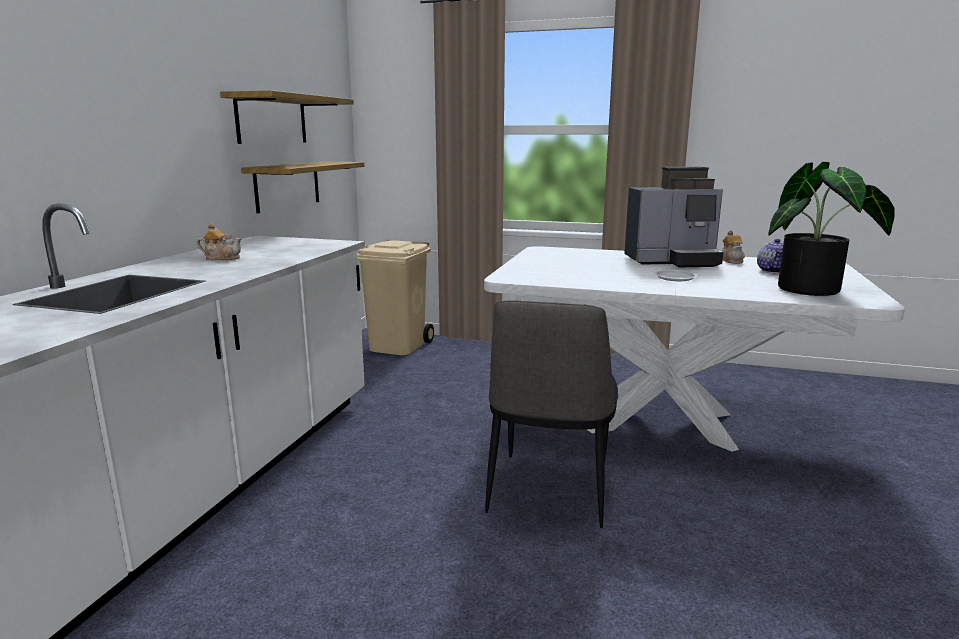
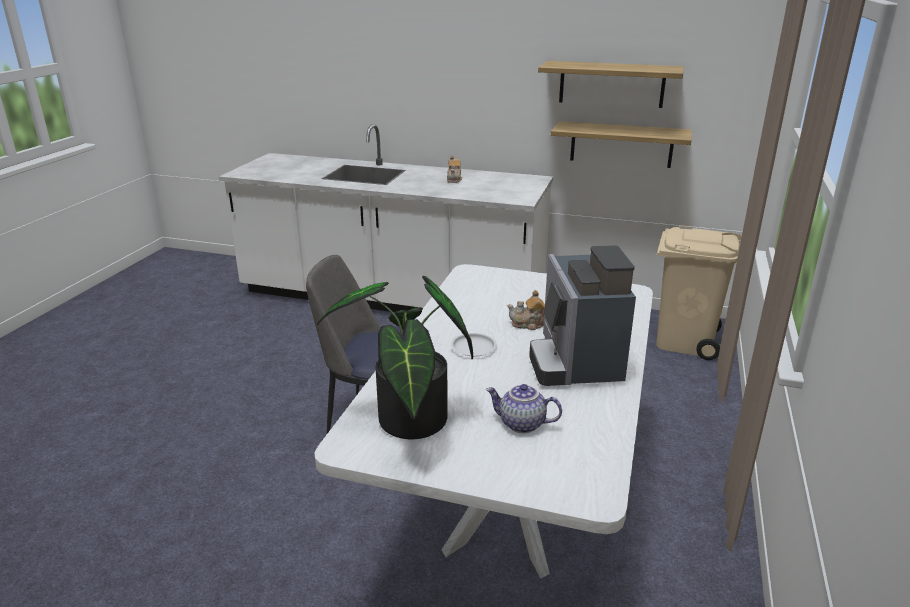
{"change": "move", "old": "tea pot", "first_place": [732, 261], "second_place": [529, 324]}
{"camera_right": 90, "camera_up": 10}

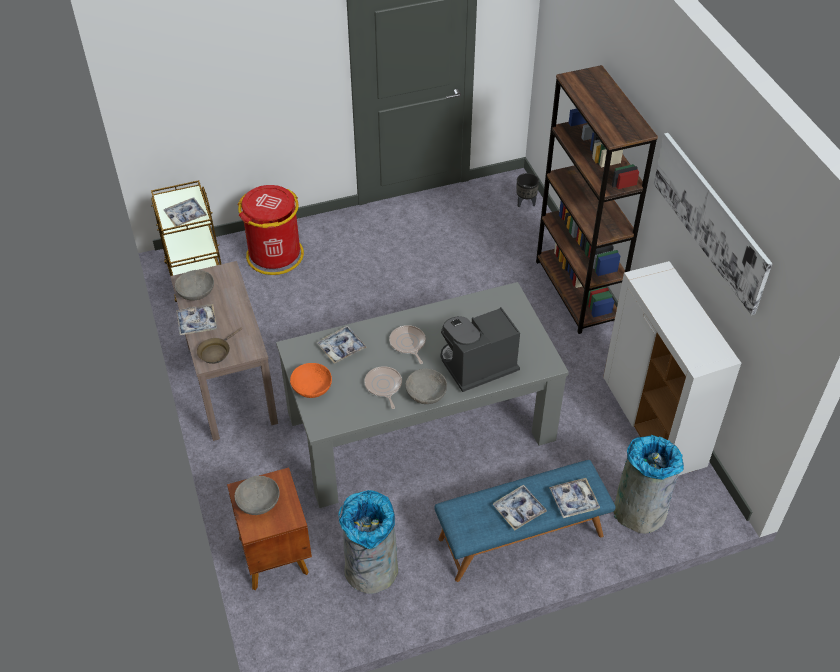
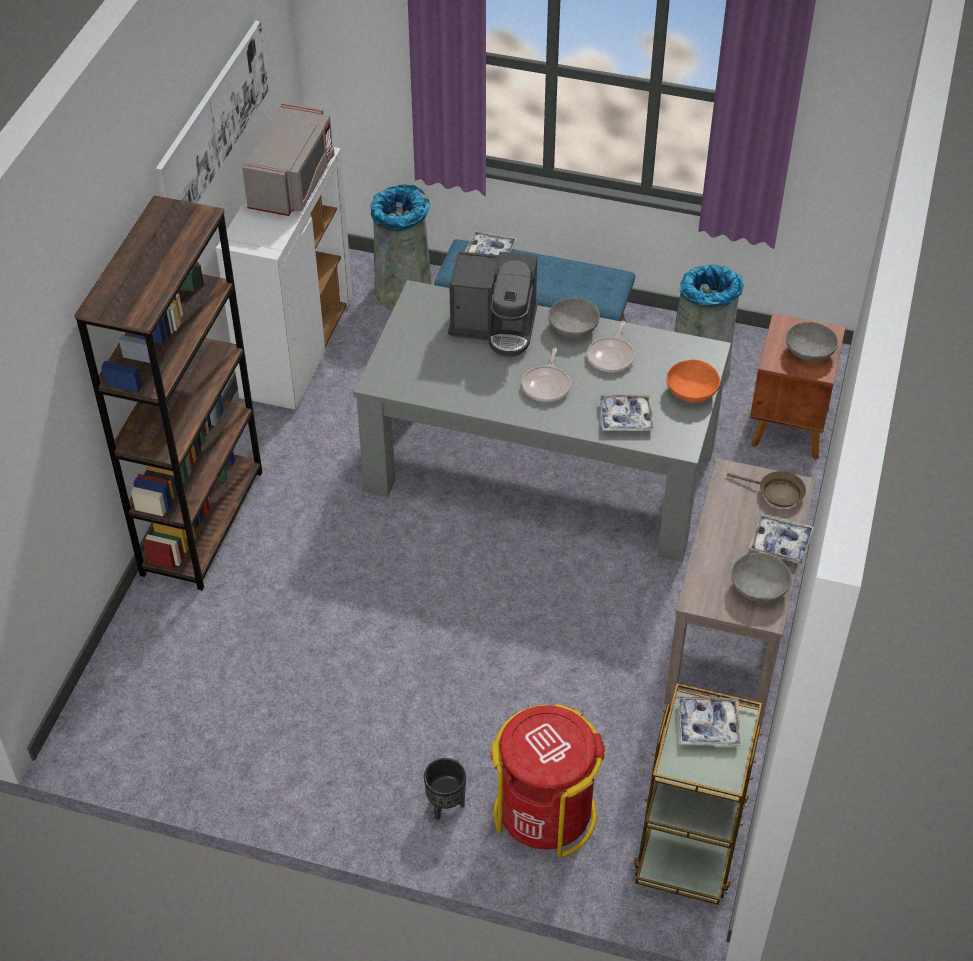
{"change": "rotate", "old": "frying pan/brownish", "first_place": [216, 352], "second_place": [776, 493], "degrees": 45}
{"change": "delete", "old": "tray", "first_place": [519, 510]}
{"change": "move", "old": "flower pot/black", "first_place": [525, 202], "second_place": [445, 806]}
{"change": "insert", "new": "microwave oven/grey", "second_place": [292, 183]}
{"camera_right": -145, "camera_up": 0}

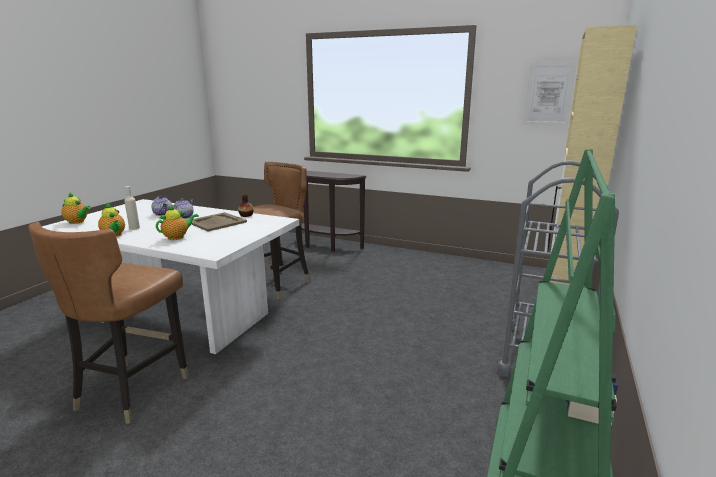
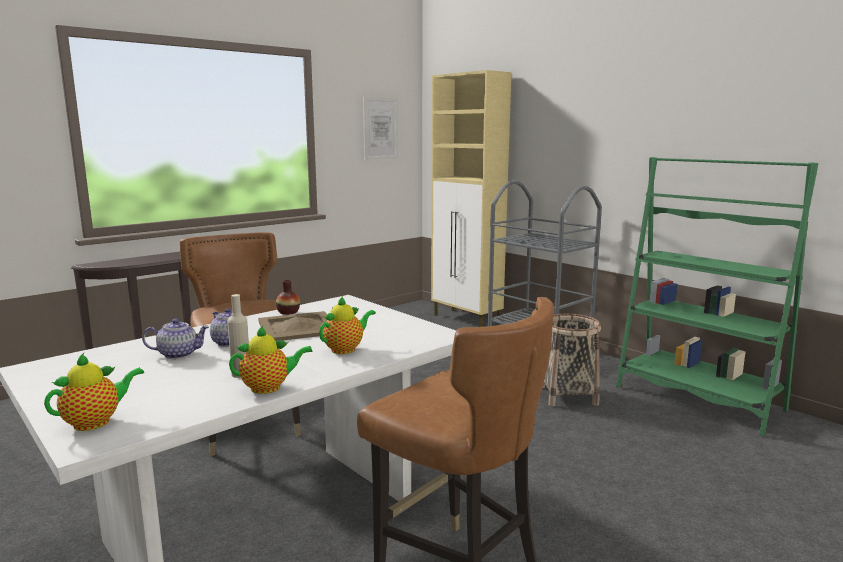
{"change": "rotate", "old": "tea pot", "first_place": [177, 237], "second_place": [346, 349], "degrees": 60}
{"change": "insert", "new": "household basket", "second_place": [567, 395]}
{"camera_right": -65, "camera_up": -5}

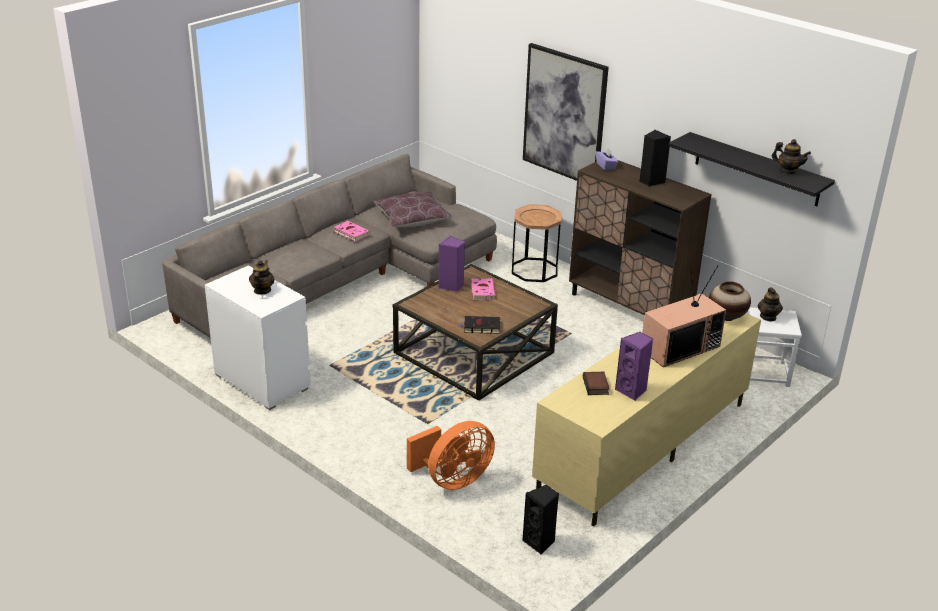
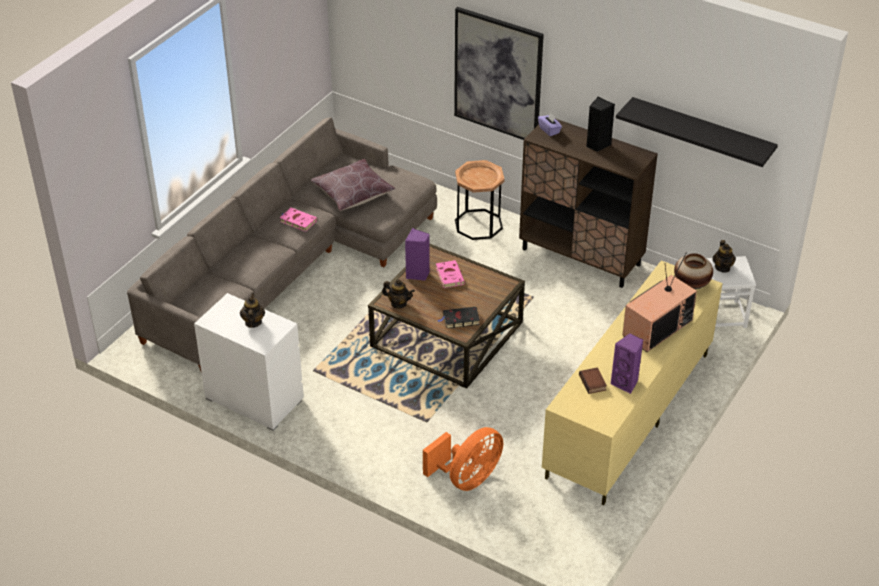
{"change": "delete", "old": "speaker/black", "first_place": [540, 542]}
{"change": "move", "old": "tea pot", "first_place": [788, 171], "second_place": [398, 303]}
{"camera_right": -10, "camera_up": 10}

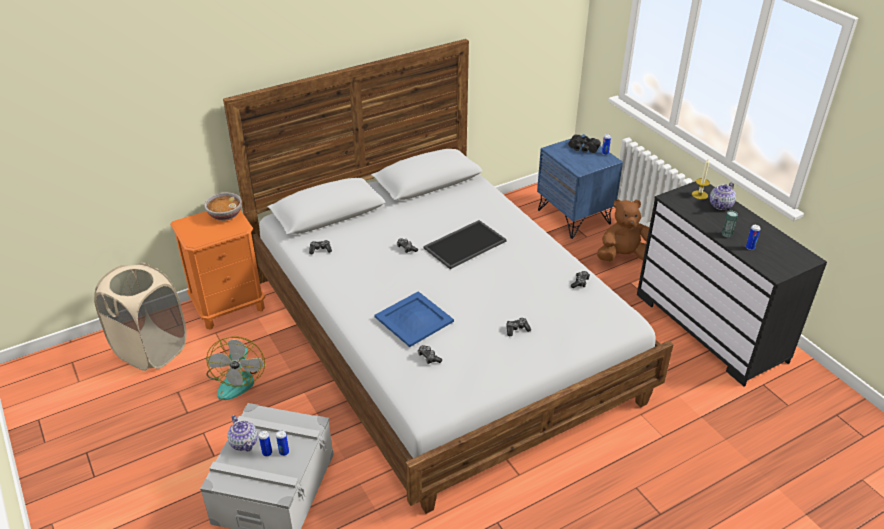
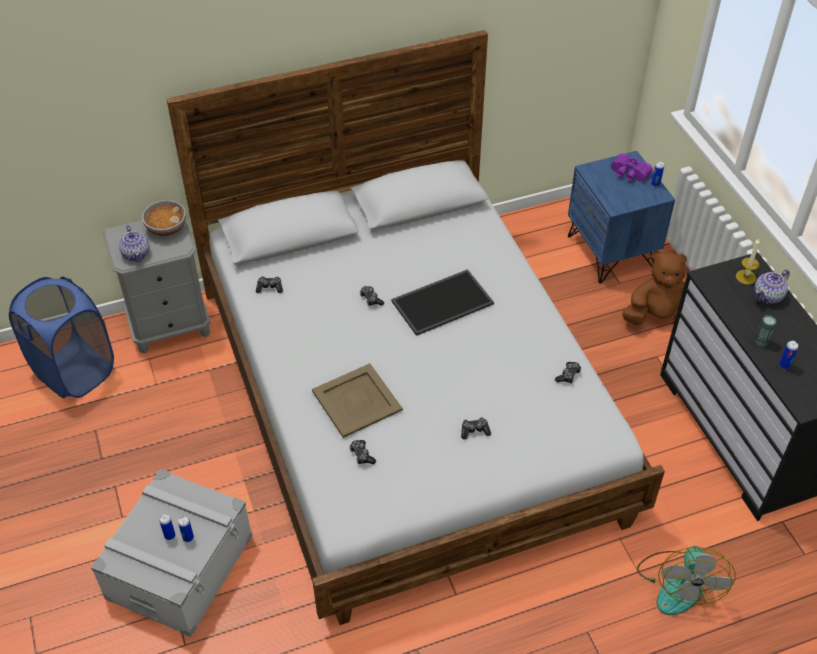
{"change": "recolor", "old": "hamper/beige-coloured", "new": "hamper/blue", "first_place": [151, 350], "second_place": [75, 371]}
{"change": "recolor", "old": "bedside table/orange-coloured", "new": "bedside table/grey", "first_place": [229, 306], "second_place": [170, 325]}
{"change": "move", "old": "fan", "first_place": [237, 379], "second_place": [678, 584]}
{"change": "move", "old": "tea pot", "first_place": [244, 442], "second_place": [136, 254]}
{"change": "recolor", "old": "tray/blue", "new": "tray/beige-coloured", "first_place": [414, 318], "second_place": [357, 400]}
{"change": "recolor", "old": "pair of binoculars/black", "new": "pair of binoculars/purple", "first_place": [583, 149], "second_place": [628, 174]}
{"camera_right": 10, "camera_up": 10}

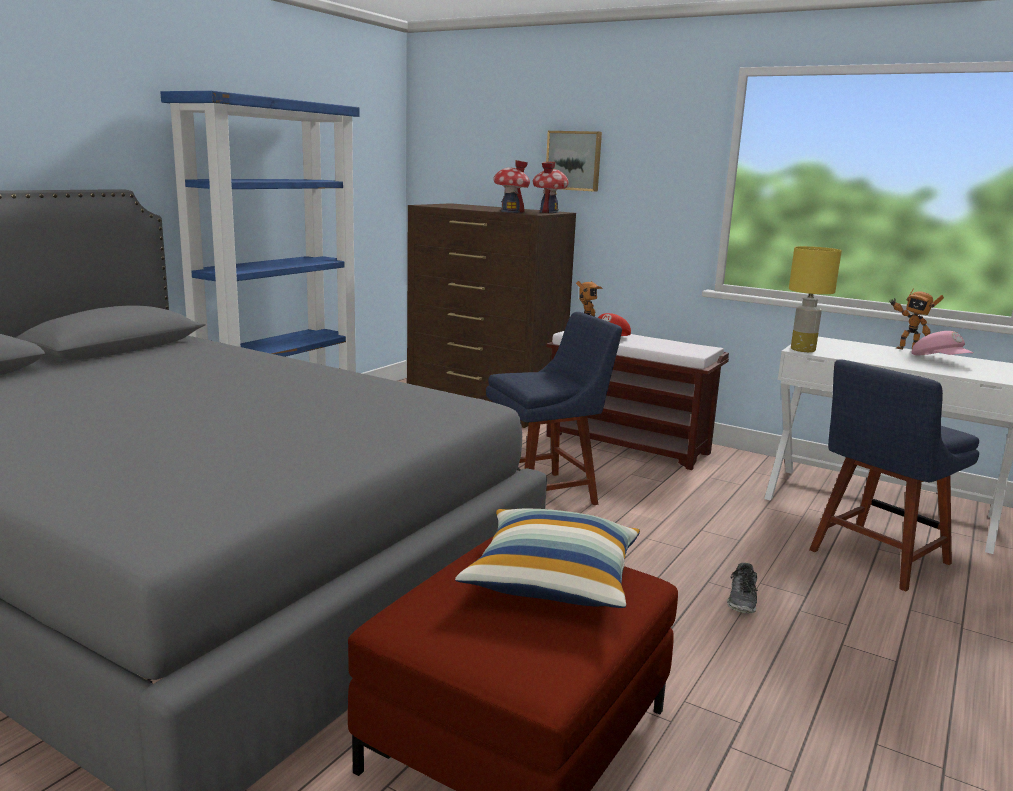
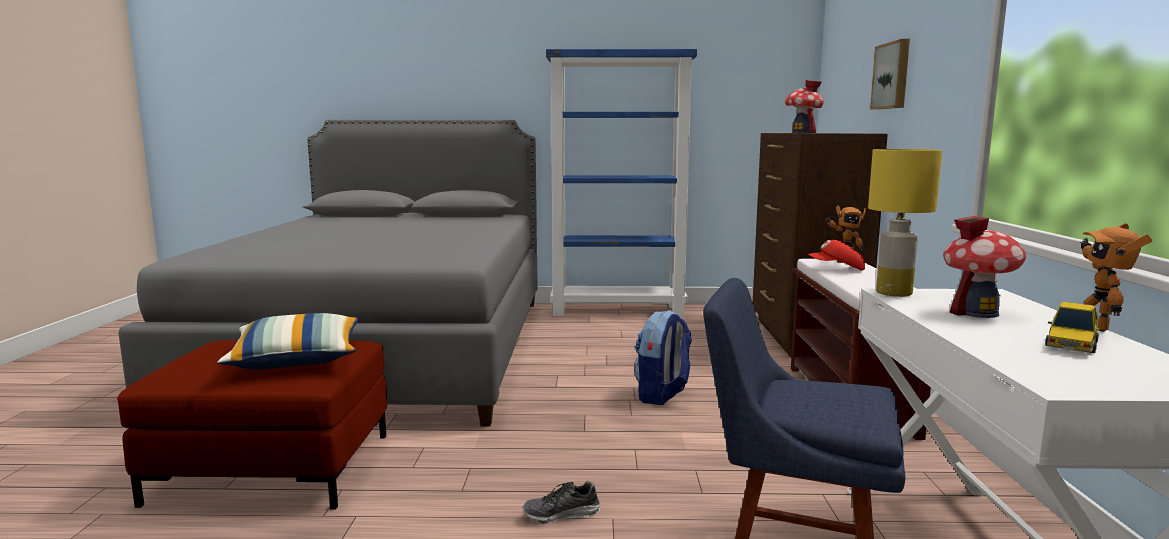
{"change": "replace", "old": "chair/blue", "new": "backpack", "first_place": [546, 493], "second_place": [662, 395]}
{"change": "move", "old": "miniature house", "first_place": [548, 212], "second_place": [976, 312]}
{"change": "replace", "old": "cap/pink-coloured", "new": "toy car", "first_place": [940, 360], "second_place": [1071, 344]}
{"camera_right": 60, "camera_up": -5}

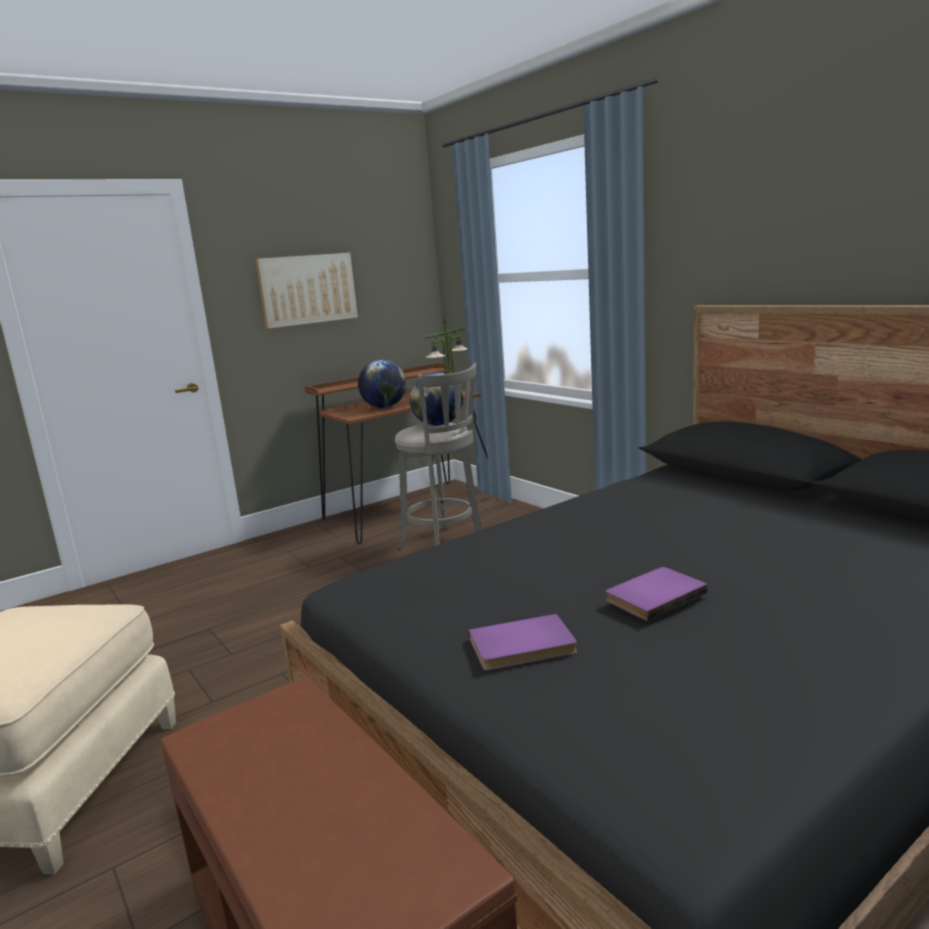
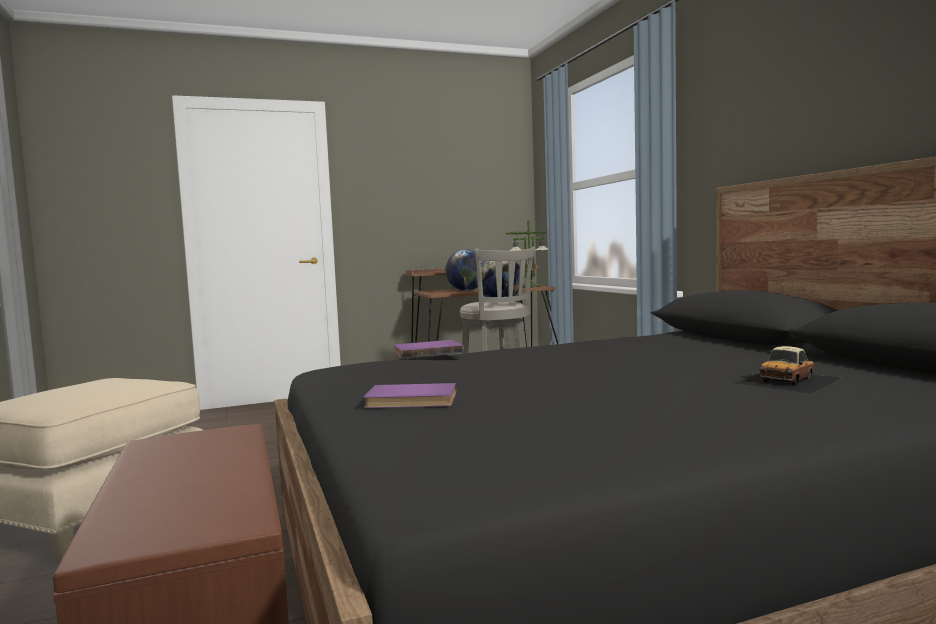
{"change": "delete", "old": "picture", "first_place": [307, 289]}
{"change": "move", "old": "book/purple", "first_place": [653, 595], "second_place": [427, 352]}
{"change": "insert", "new": "toy car", "second_place": [788, 380]}
{"camera_right": 15, "camera_up": -10}

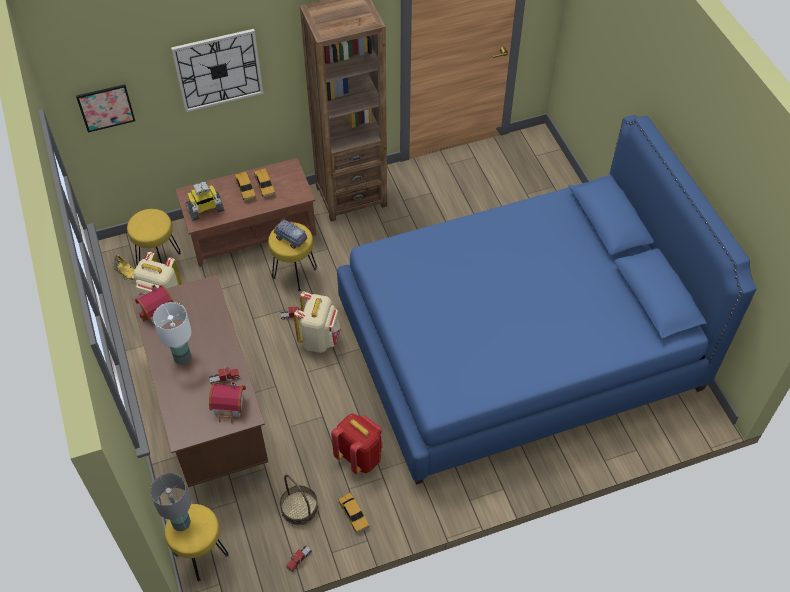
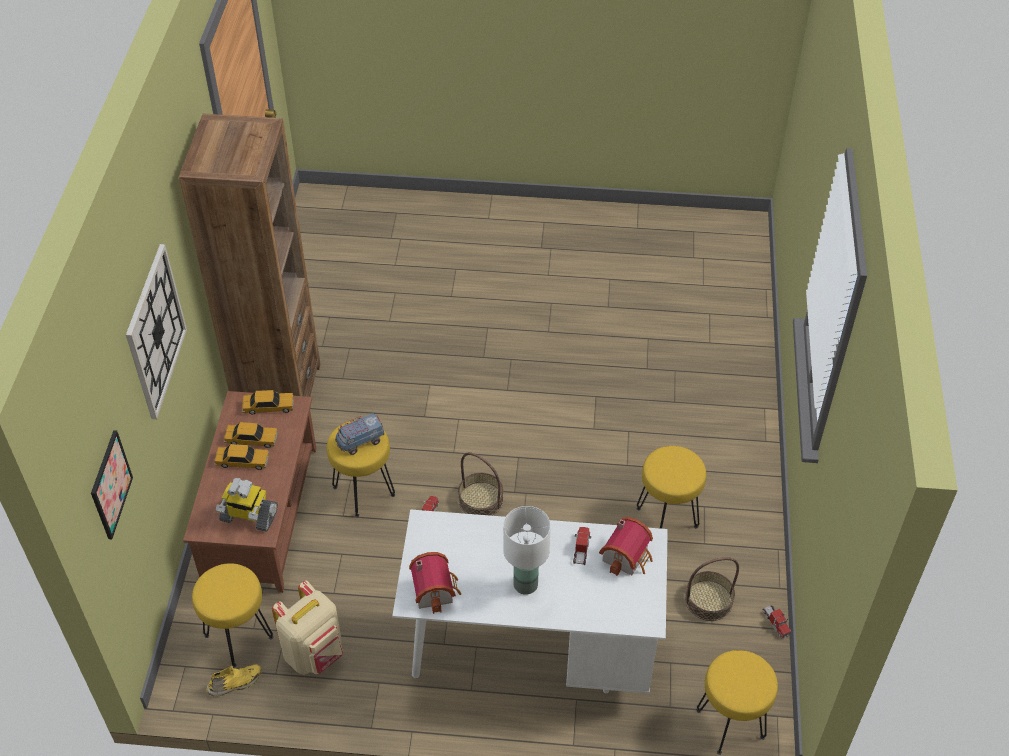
{"change": "recolor", "old": "desk unit/brownish", "new": "desk unit/white", "first_place": [210, 414], "second_place": [530, 651]}
{"change": "delete", "old": "table lamp/grey", "first_place": [182, 523]}
{"change": "rotate", "old": "robot figure", "first_place": [205, 210], "second_place": [248, 516], "degrees": 105}
{"change": "replace", "old": "backpack/beige-coloured", "new": "household basket", "first_place": [319, 339], "second_place": [480, 500]}
{"change": "replace", "old": "backpack/red", "new": "stool/yellow-coloured", "first_place": [360, 456], "second_place": [667, 518]}
{"change": "delete", "old": "bedroom bed/blue", "first_place": [518, 346]}
{"change": "move", "old": "toy car", "first_place": [353, 515], "second_place": [268, 406]}
{"camera_right": -65, "camera_up": -5}

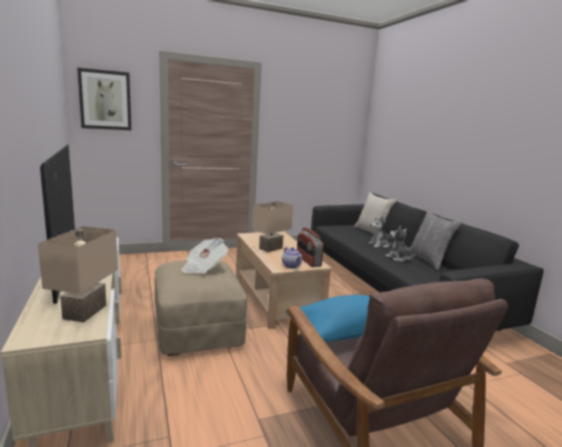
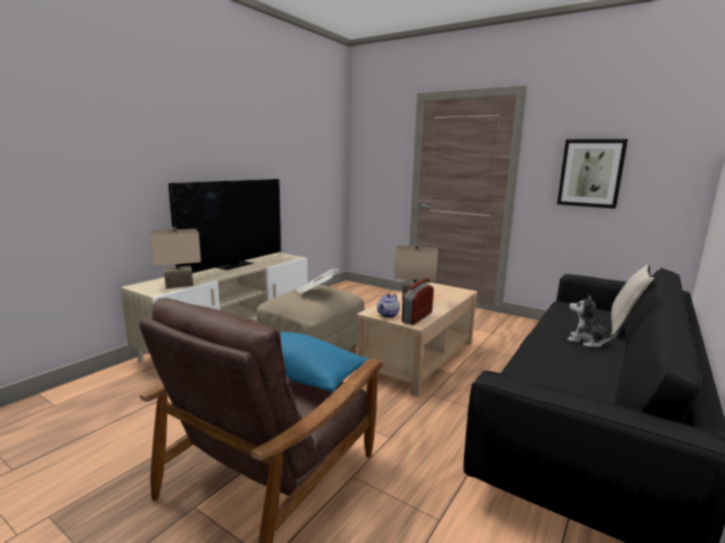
{"change": "move", "old": "picture", "first_place": [105, 100], "second_place": [590, 173]}
{"change": "delete", "old": "soft toy", "first_place": [399, 258]}
{"change": "delete", "old": "throw pillow/grey", "first_place": [428, 260]}
{"camera_right": 55, "camera_up": 0}

